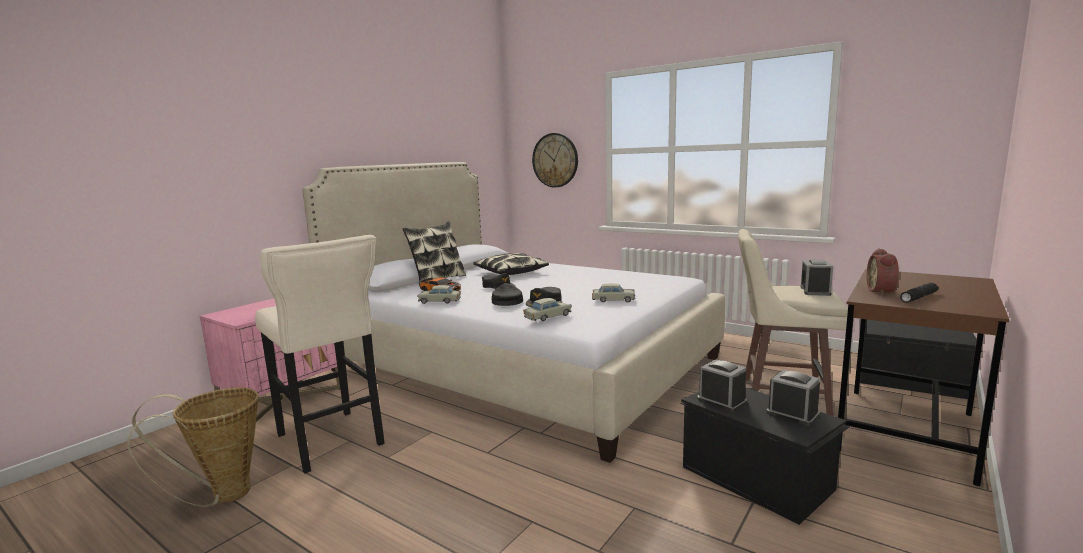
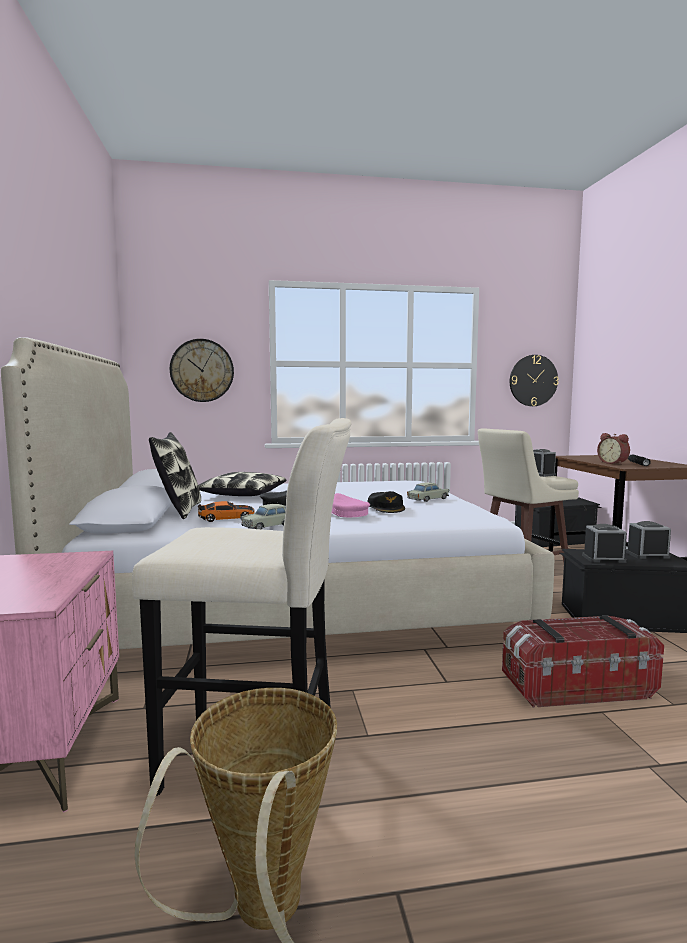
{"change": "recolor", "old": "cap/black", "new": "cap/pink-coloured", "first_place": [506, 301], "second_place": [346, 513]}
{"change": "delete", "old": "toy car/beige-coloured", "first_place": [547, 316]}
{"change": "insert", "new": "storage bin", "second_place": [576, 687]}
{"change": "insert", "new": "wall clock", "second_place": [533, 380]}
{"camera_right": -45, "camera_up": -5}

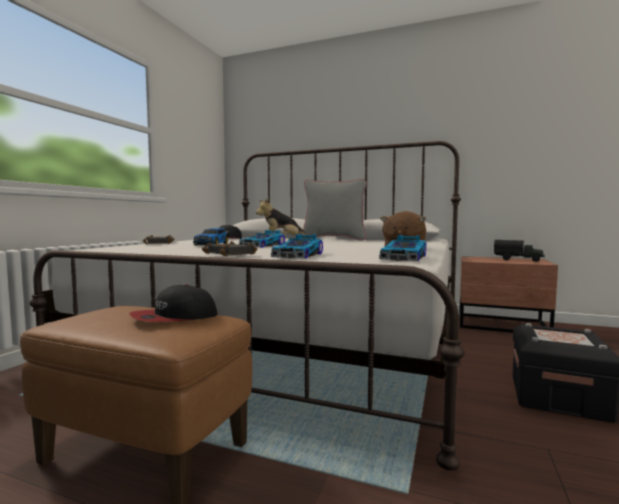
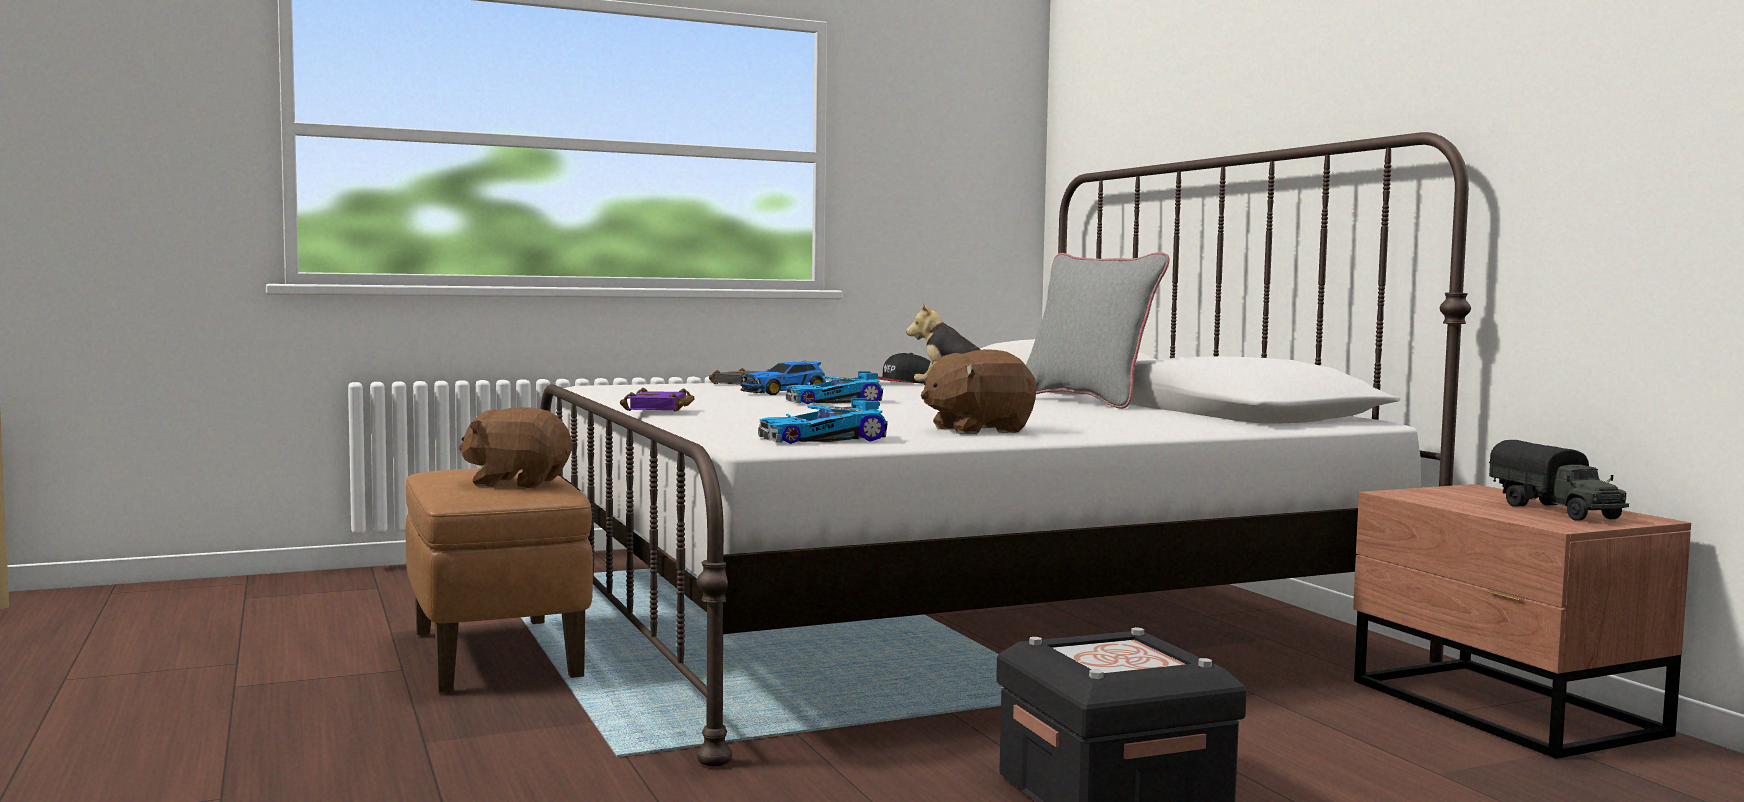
{"change": "replace", "old": "cap", "new": "soft toy/brownish", "first_place": [175, 318], "second_place": [517, 483]}
{"change": "recolor", "old": "book/black", "new": "book/purple", "first_place": [232, 254], "second_place": [660, 408]}
{"change": "delete", "old": "toy car", "first_place": [299, 255]}
{"camera_right": 45, "camera_up": 0}

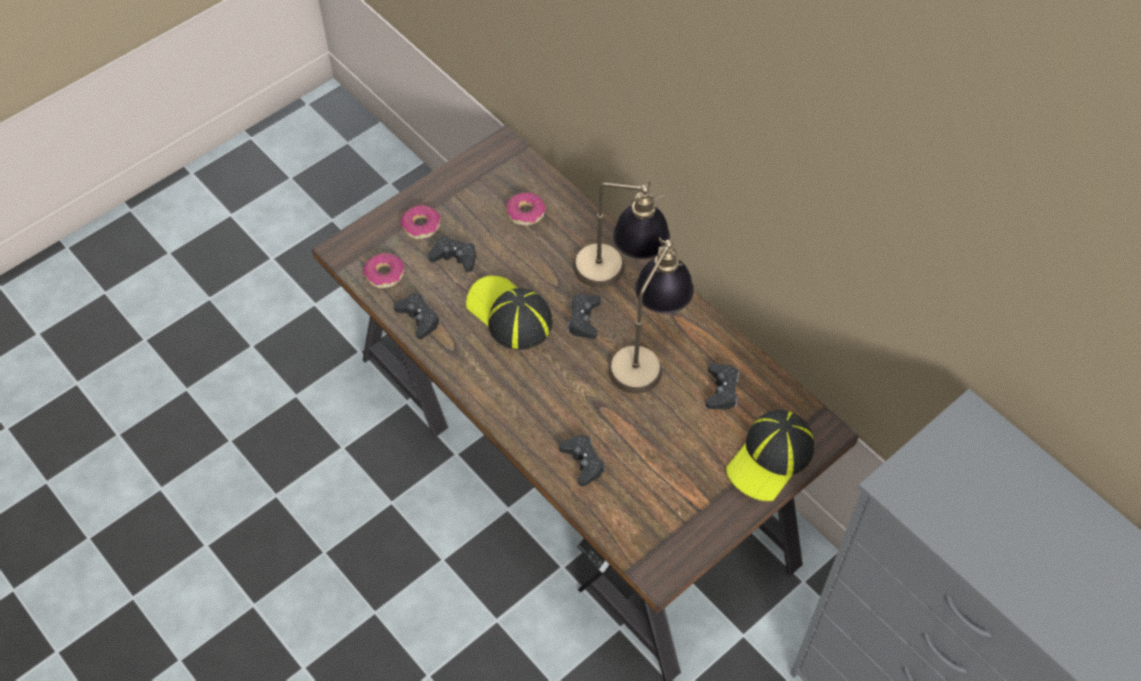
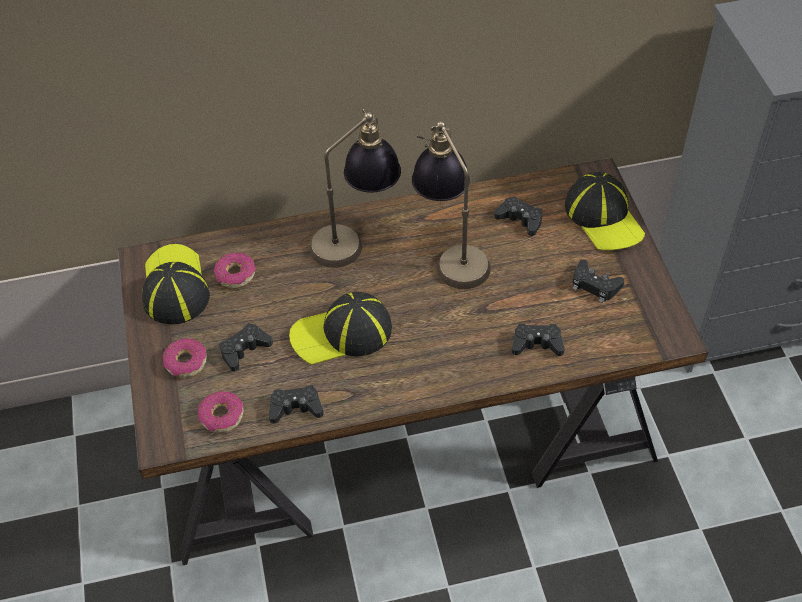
{"change": "move", "old": "joypad/black", "first_place": [583, 319], "second_place": [595, 285]}
{"change": "insert", "new": "cap", "second_place": [174, 287]}
{"camera_right": -60, "camera_up": -5}

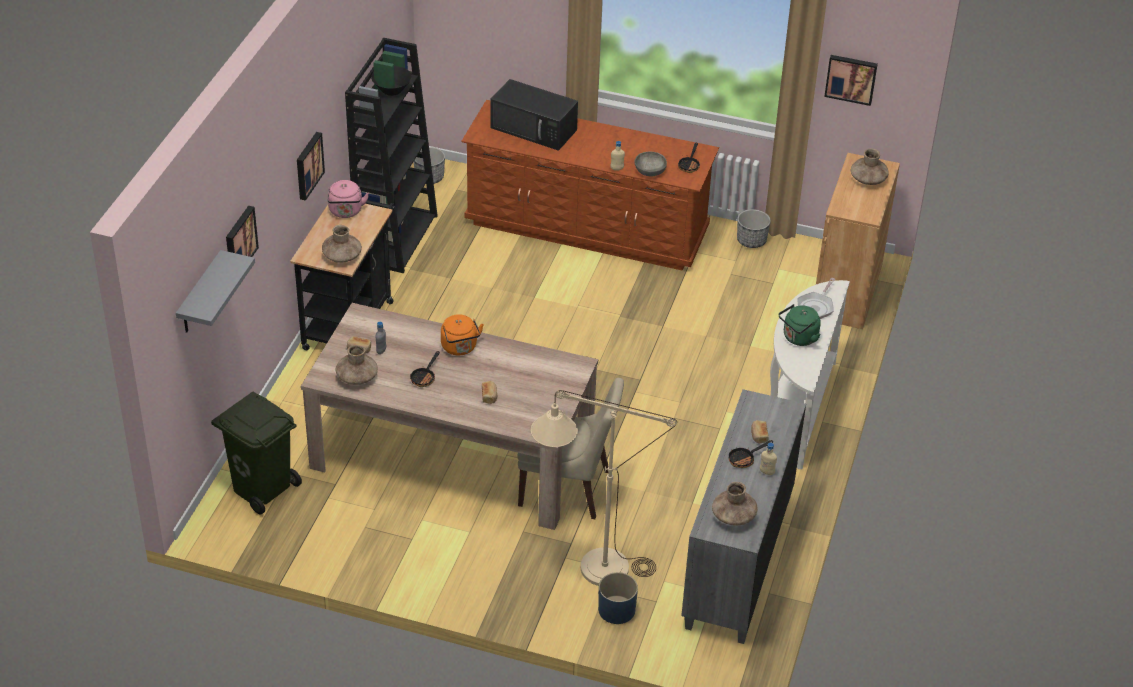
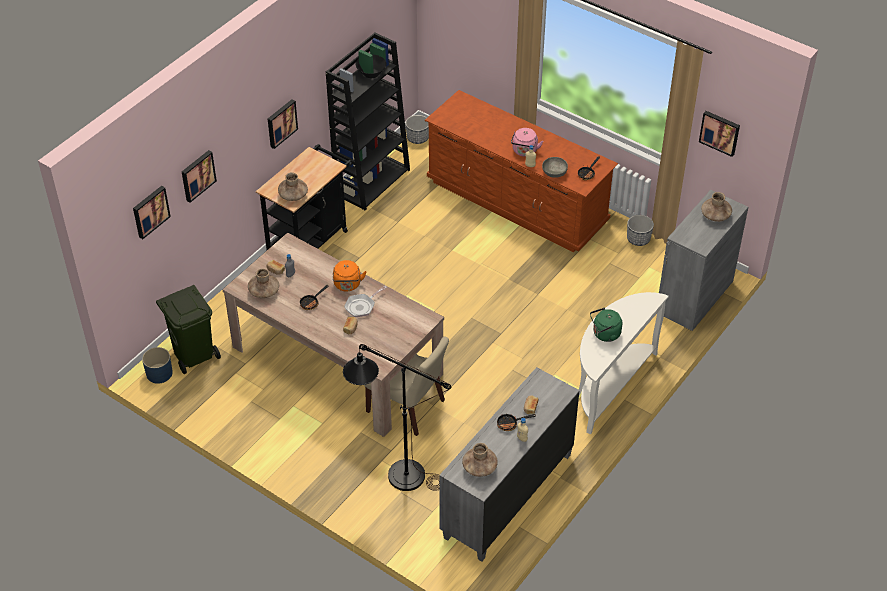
{"change": "replace", "old": "wall shelf/grey", "new": "picture", "first_place": [200, 295], "second_place": [150, 211]}
{"change": "move", "old": "tea kettle/pink-coloured", "first_place": [346, 212], "second_place": [524, 151]}
{"change": "delete", "old": "microwave oven/black", "first_place": [535, 129]}
{"change": "recolor", "old": "floor lamp/beige-coloured", "new": "floor lamp/black", "first_place": [590, 568], "second_place": [396, 473]}
{"change": "move", "old": "flower pot/blue", "first_place": [616, 610], "second_place": [159, 373]}
{"change": "move", "old": "frying pan", "first_place": [816, 306], "second_place": [362, 306]}
{"change": "recolor", "old": "storage cabinet/brownish", "new": "storage cabinet/grey", "first_place": [847, 291], "second_place": [694, 297]}
{"camera_right": 20, "camera_up": 5}

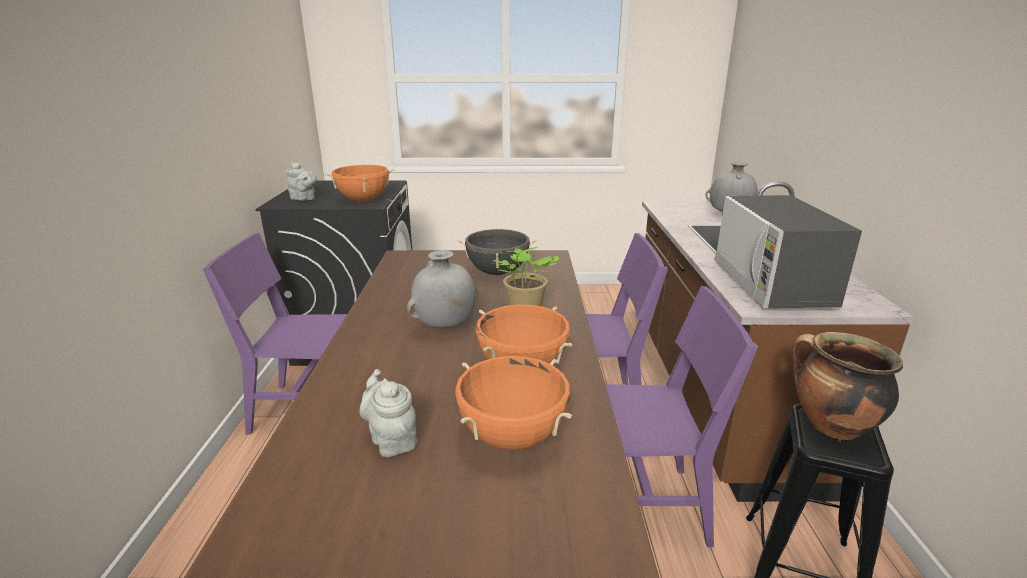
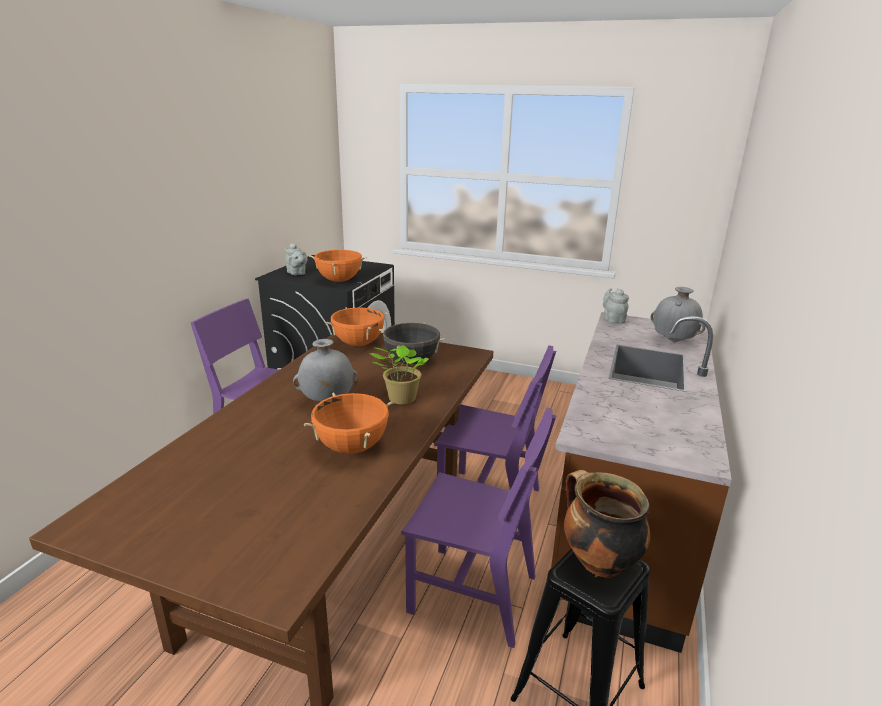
{"change": "move", "old": "tea pot/grey", "first_place": [392, 439], "second_place": [613, 319]}
{"change": "move", "old": "stockpot/orange-coloured", "first_place": [512, 437], "second_place": [358, 344]}
{"change": "delete", "old": "microwave oven", "first_place": [771, 284]}
{"camera_right": 20, "camera_up": 0}

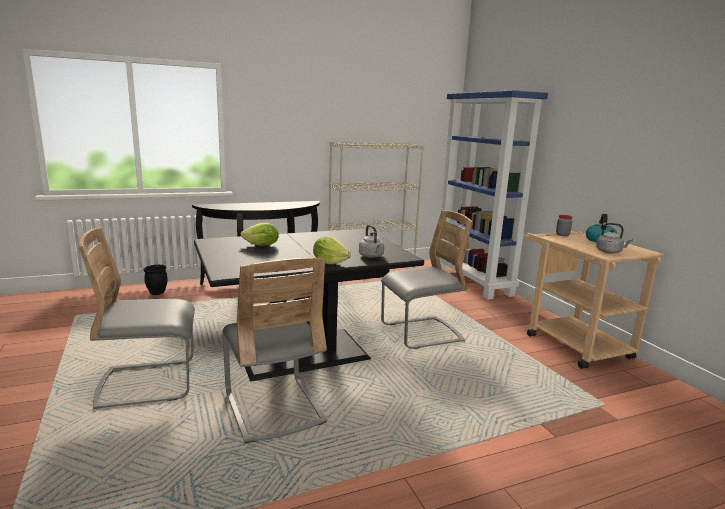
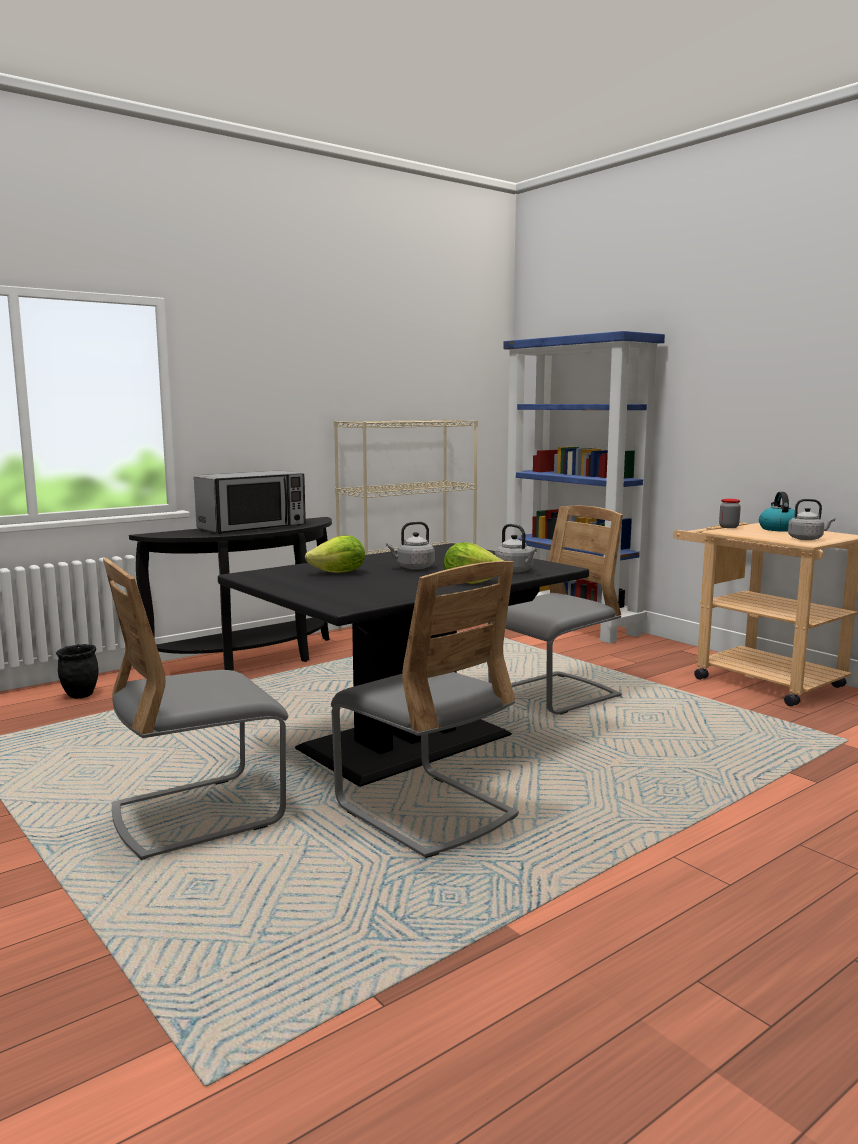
{"change": "insert", "new": "microwave oven", "second_place": [253, 527]}
{"change": "insert", "new": "tea kettle/grey", "second_place": [413, 568]}
{"camera_right": -15, "camera_up": -5}

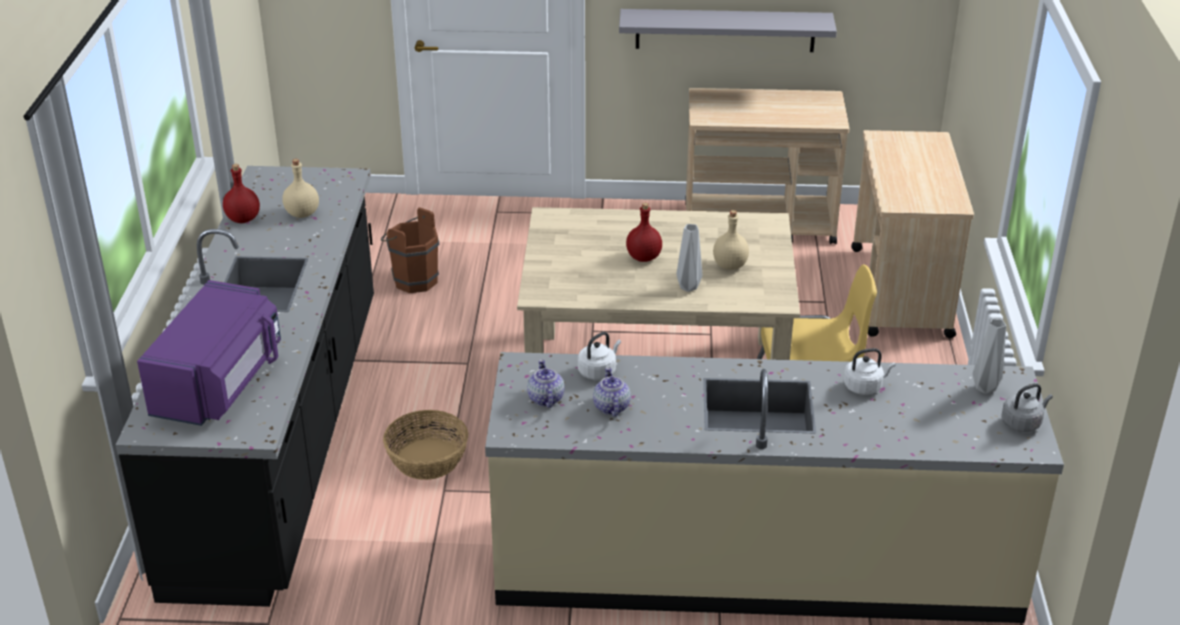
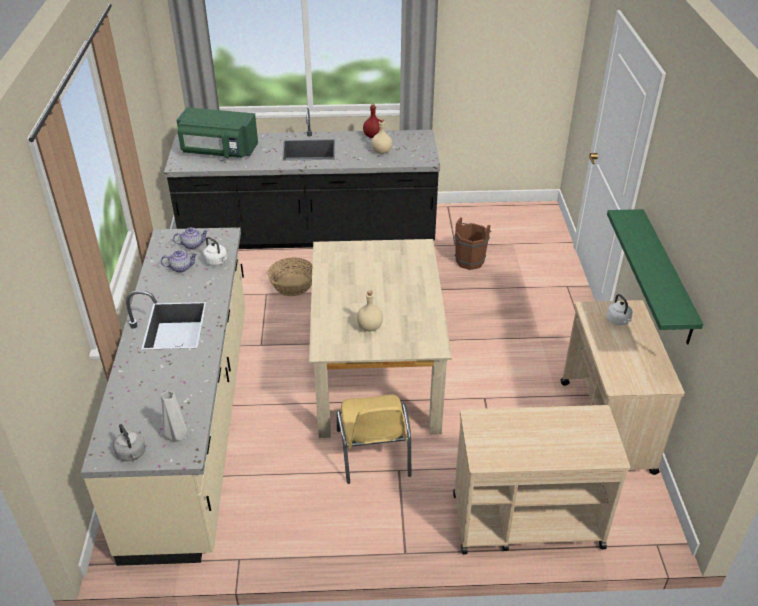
{"change": "recolor", "old": "microwave oven/purple", "new": "microwave oven/green", "first_place": [220, 384], "second_place": [218, 151]}
{"change": "recolor", "old": "wall shelf/grey", "new": "wall shelf/green", "first_place": [725, 30], "second_place": [666, 276]}
{"change": "delete", "old": "drink bottle/red", "first_place": [644, 257]}
{"change": "delete", "old": "decorative vase/grey", "first_place": [689, 287]}
{"change": "move", "old": "tea kettle/white", "first_place": [864, 387], "second_place": [619, 321]}
{"camera_right": 85, "camera_up": 5}

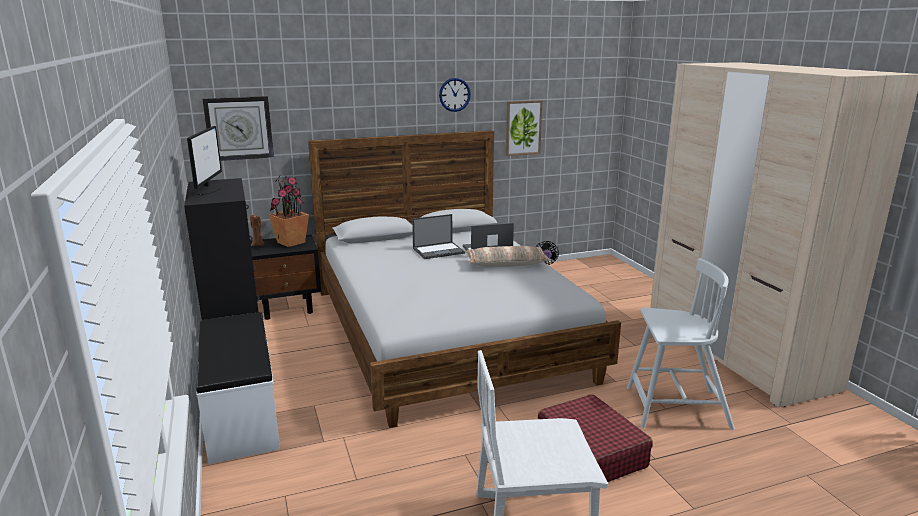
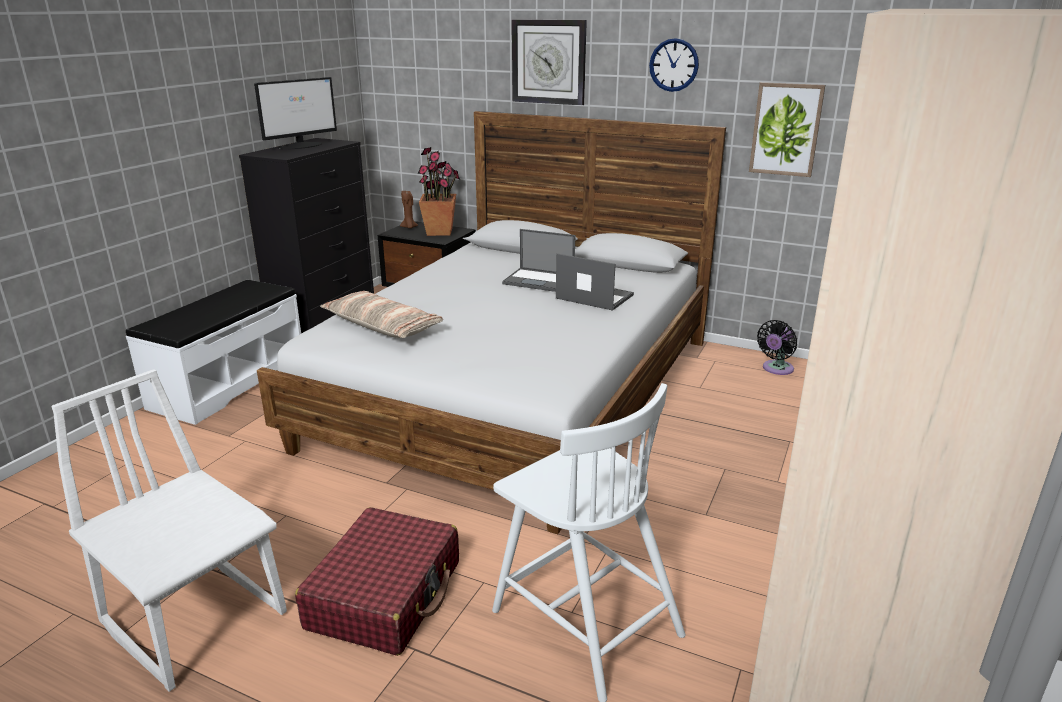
{"change": "move", "old": "wall clock", "first_place": [239, 128], "second_place": [549, 62]}
{"change": "move", "old": "throw pillow", "first_place": [506, 264], "second_place": [382, 326]}
{"camera_right": 45, "camera_up": 5}

